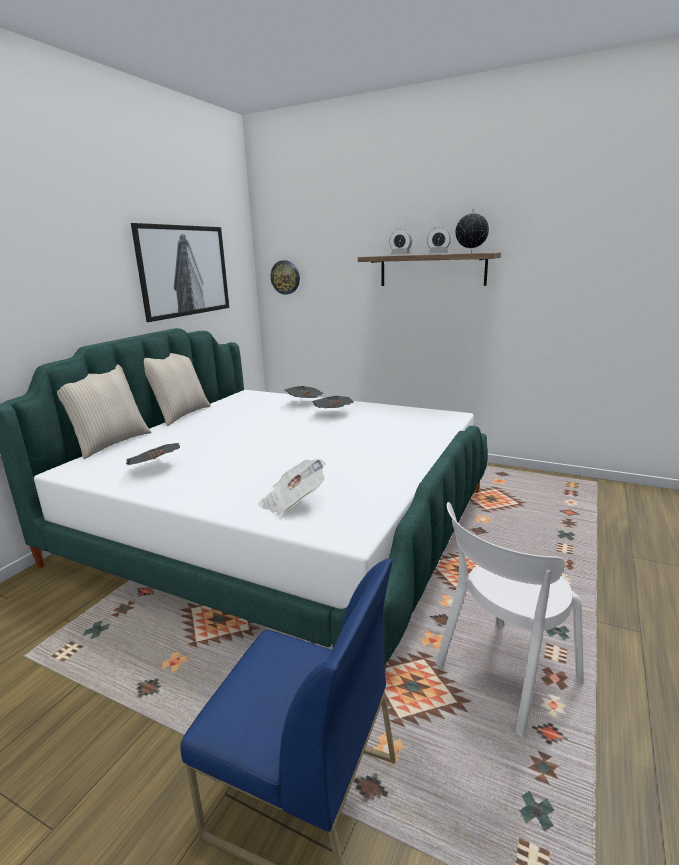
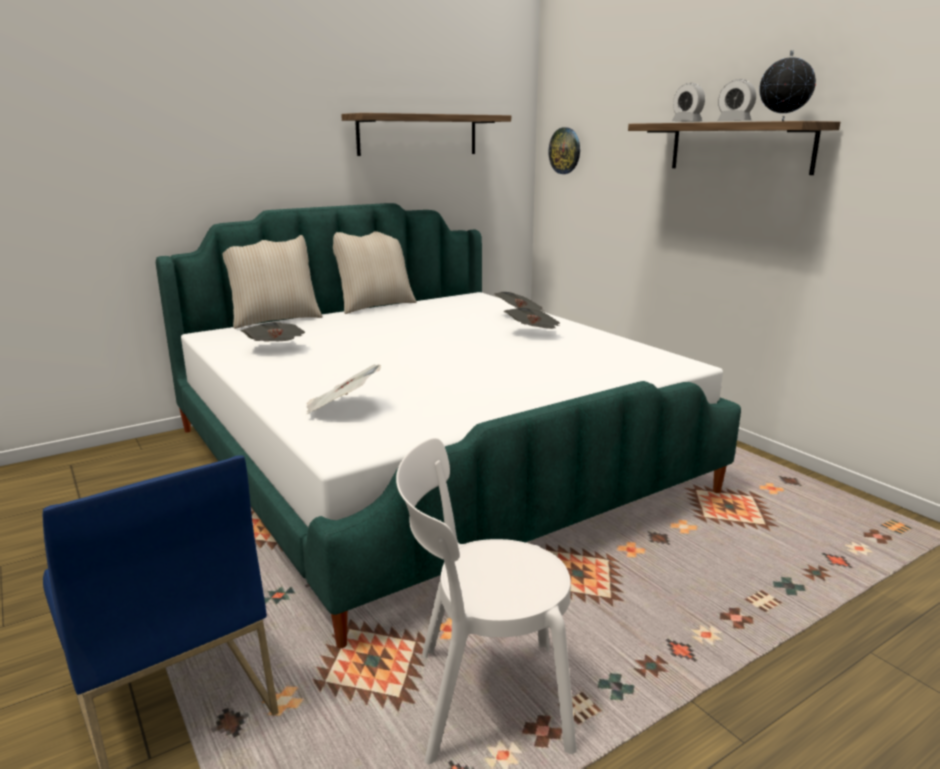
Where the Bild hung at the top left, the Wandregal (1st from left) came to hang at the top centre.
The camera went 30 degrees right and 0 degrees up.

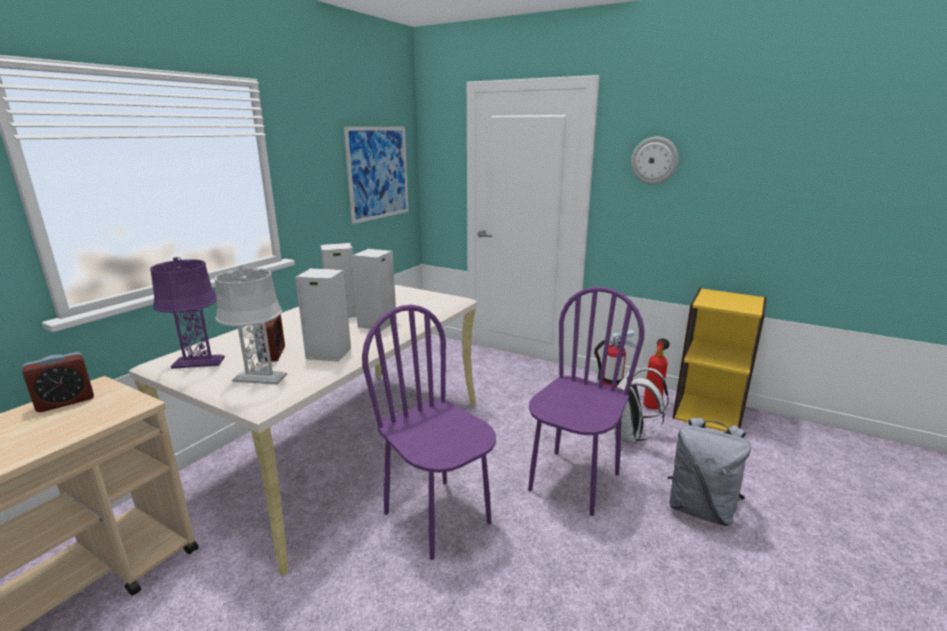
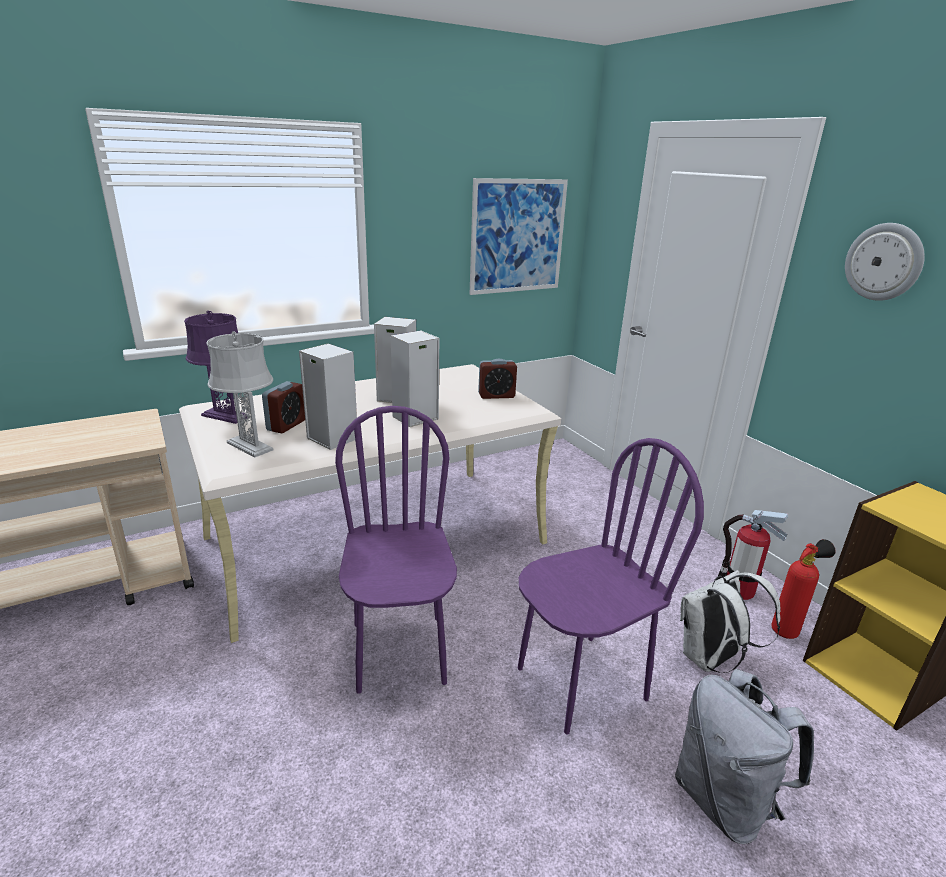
The Wecker (1st from left in the first image) ended up elsewhere, having gone from the middle left to the centre.
The camera went 30 degrees right and 5 degrees up.

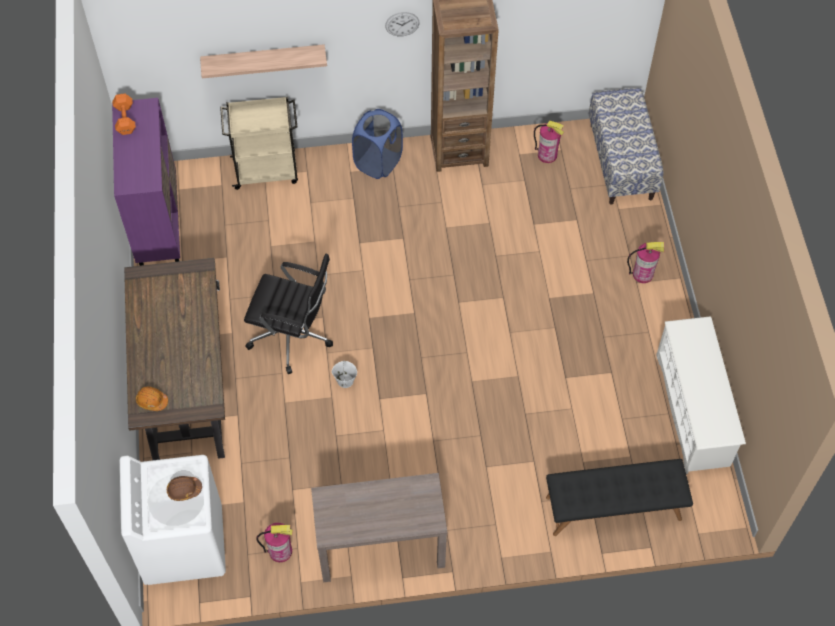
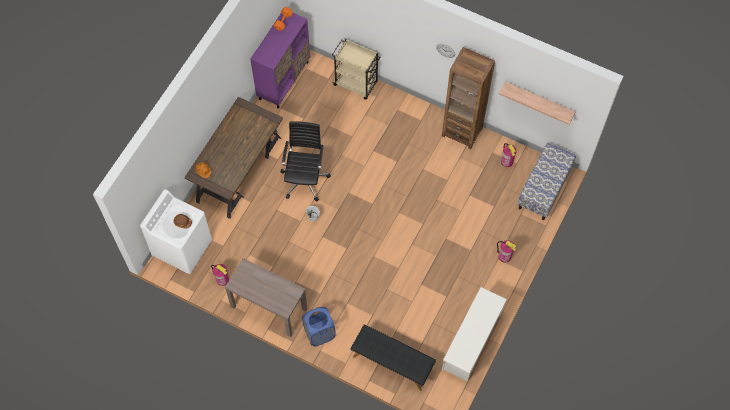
The Wandregal ended up elsewhere, having gone from the top left to the top right.
The Wäschekorb (blau) ended up elsewhere, having gone from the top centre to the bottom centre.
The Bürostuhl (schwarz) at the centre ended up facing another way, 135 degrees counterclockwise from before.
The camera went 35 degrees right and 5 degrees up.

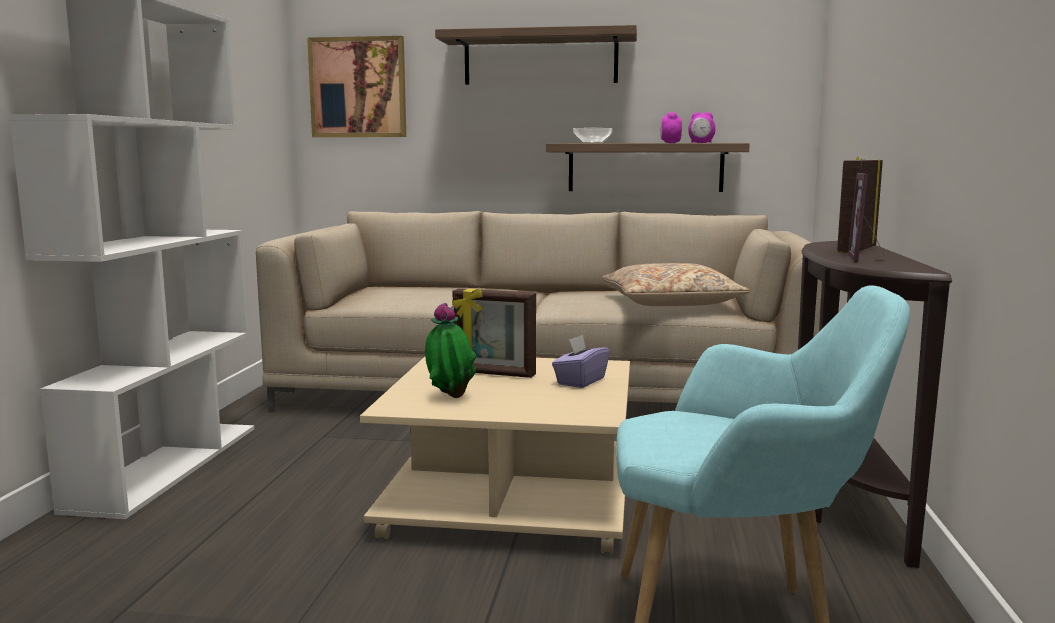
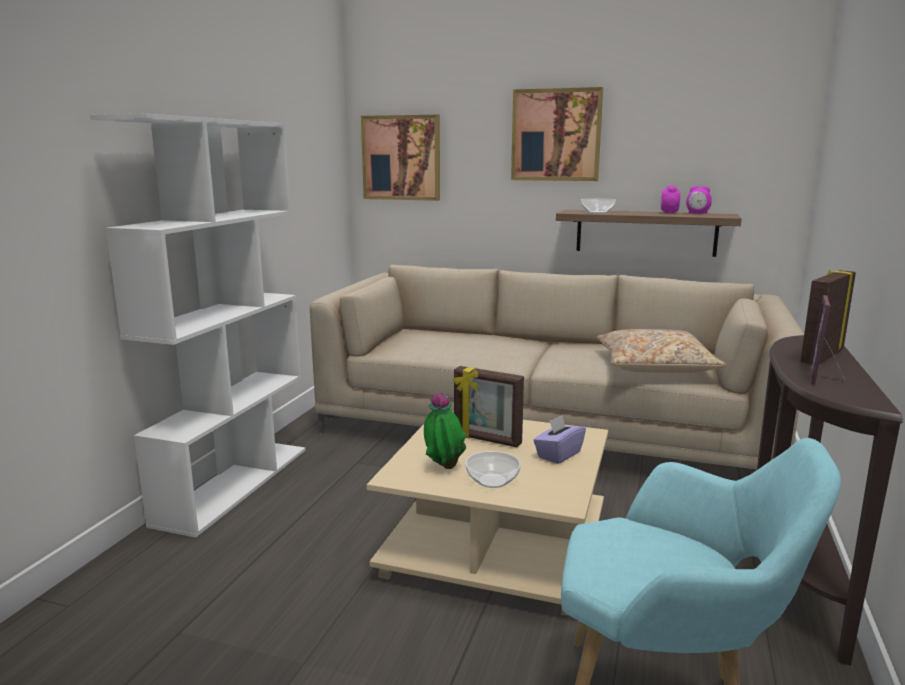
Where the Wandregal (1st from left) hung at the top centre, the Bild (2nd from left) came to hang at the top centre.
The second view gained the Schüssel (1st from left) at the bottom centre.
The camera went 10 degrees right and 5 degrees up.

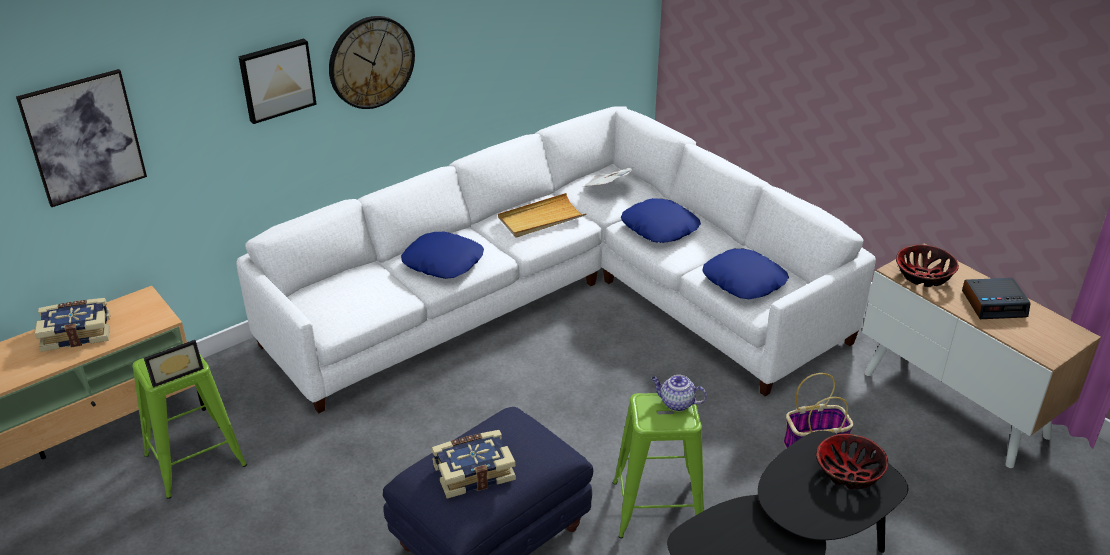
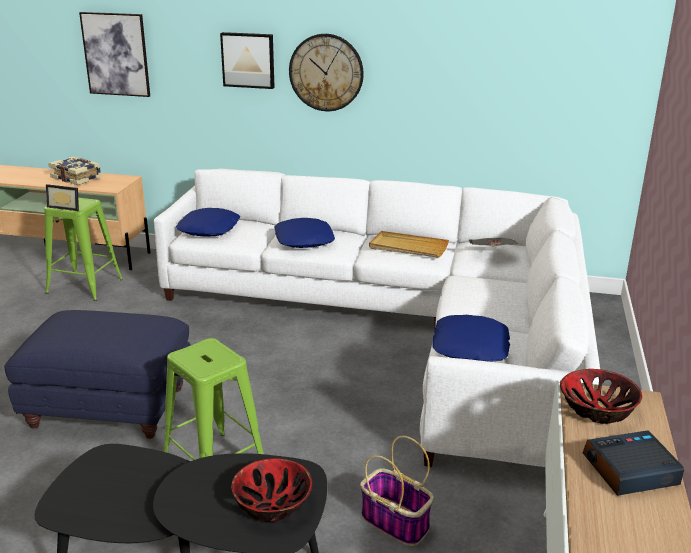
The Kissen (blau) (2nd from left in the first image) ended up elsewhere, having gone from the centre to the middle left.
The Wecker at the middle right ended up facing another way, 120 degrees clockwise from before.
The second view lost the Teekanne at the bottom centre.
The second view lost the Buch (2nd from left) at the bottom centre.
The camera went 50 degrees right and 10 degrees down.

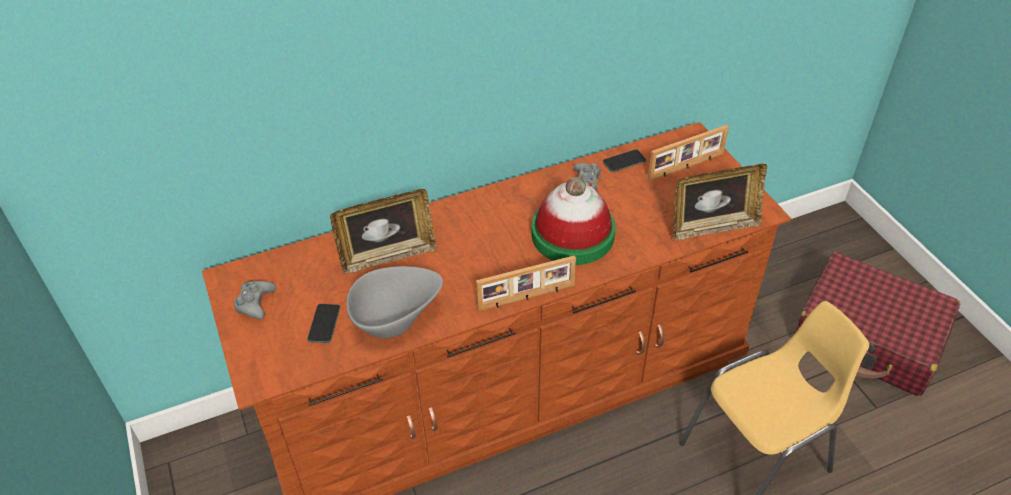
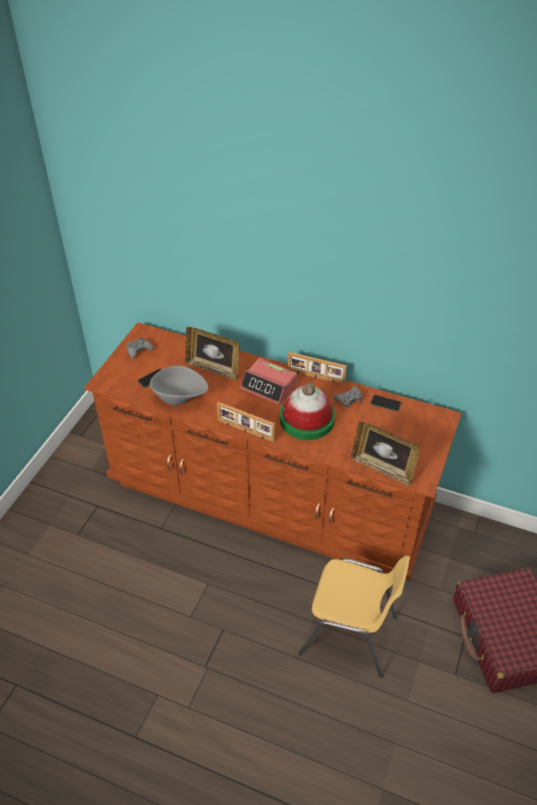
The Bilderrahmen (3rd from left) ended up elsewhere, having gone from the top right to the centre.
The second view gained the Wecker at the centre.
The camera went 45 degrees right and 0 degrees up.

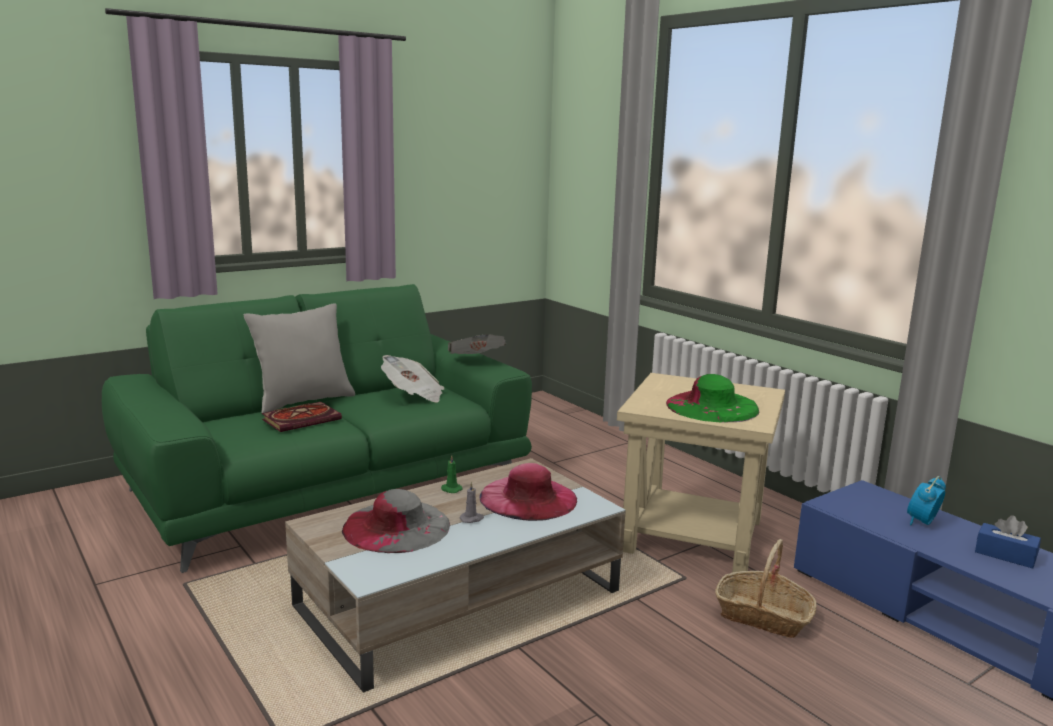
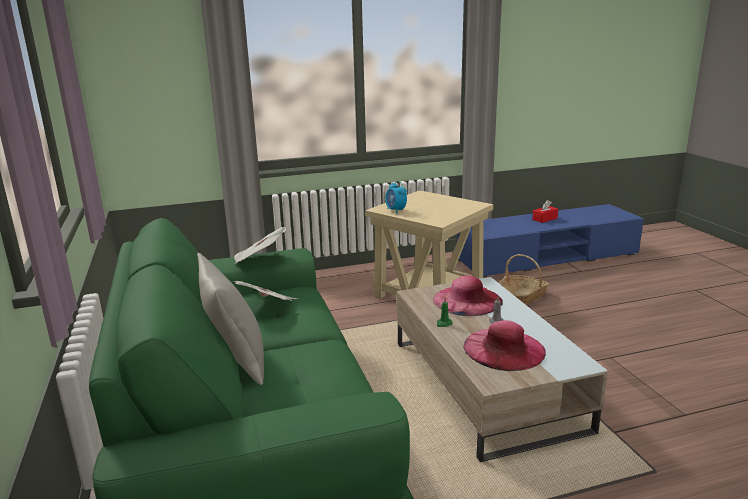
The second view lost the Hut (grün) at the middle right.
The second view lost the Buch at the middle left.
The Wecker ended up elsewhere, having gone from the bottom right to the centre.
What was the Hut (grau) at the bottom centre turned into the Hut (rosa) (2nd from left) at the bottom right.
What was the Taschentuchbox (blau) at the bottom right turned into the Taschentuchbox (rot) at the middle right.
The camera went 70 degrees left and 5 degrees up.

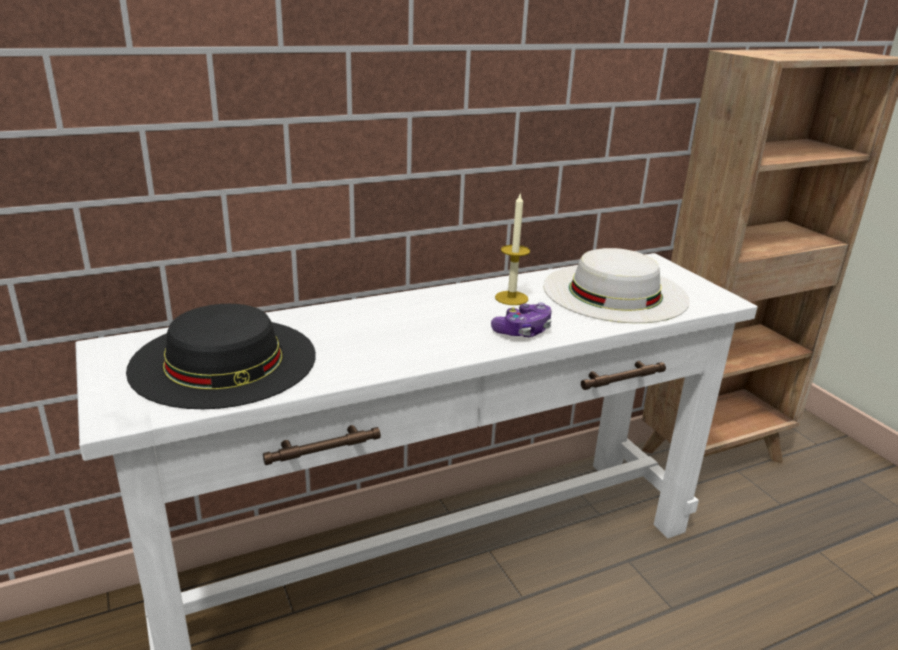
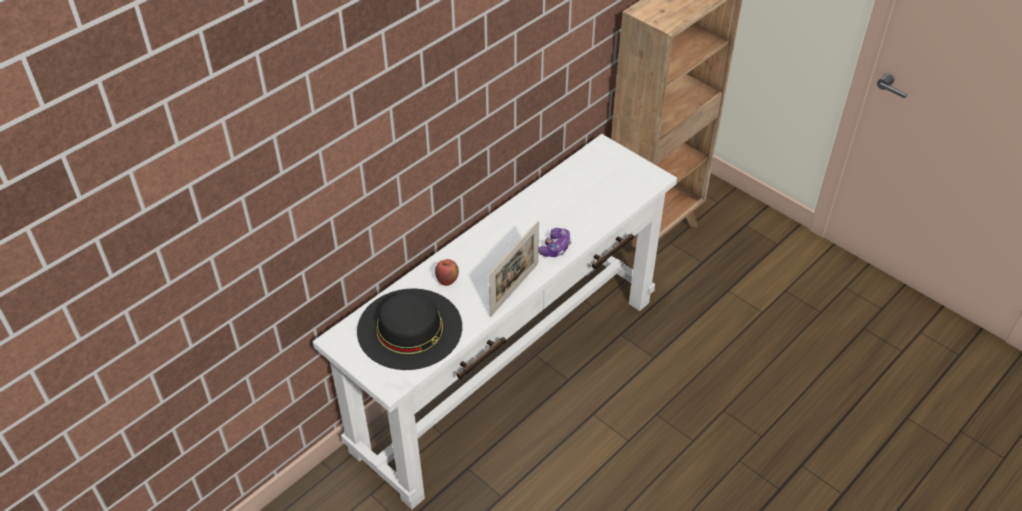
The second view lost the Kerze at the centre.
The second view lost the Hut (weiß) at the middle right.
The second view gained the Bilderrahmen at the centre.
The second view gained the Apfel at the centre.
The camera went 20 degrees left and 20 degrees up.

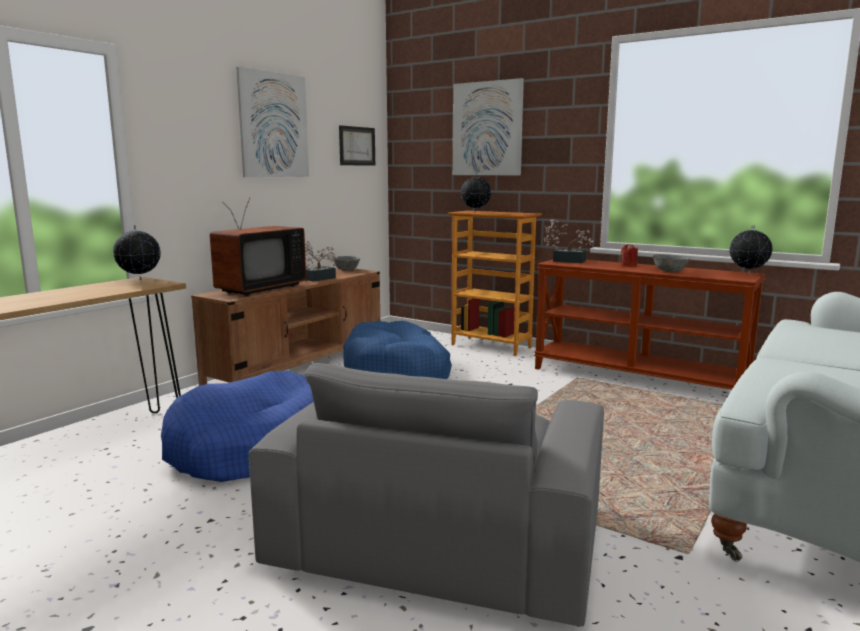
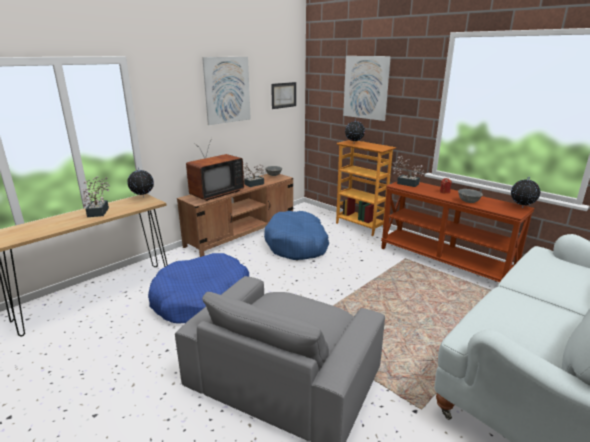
The second view gained the Topfpflanze (1st from left) at the middle left.
The camera went 10 degrees right and 10 degrees up.

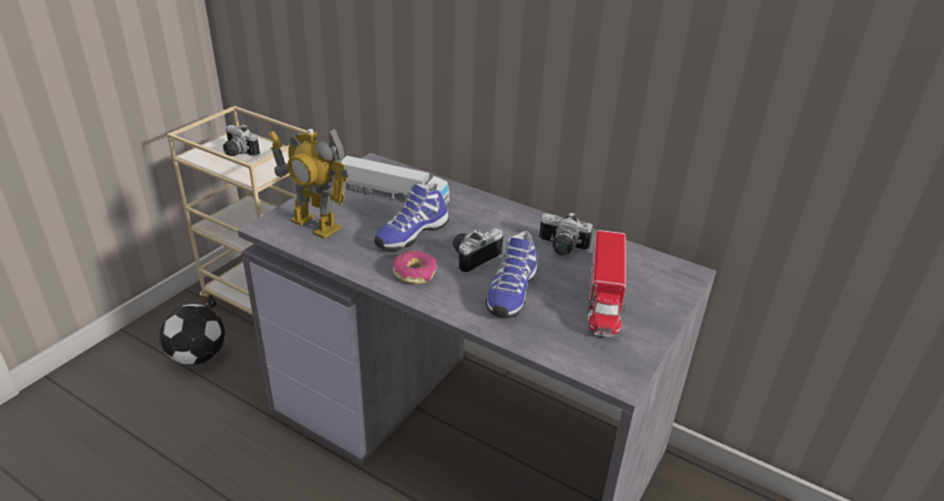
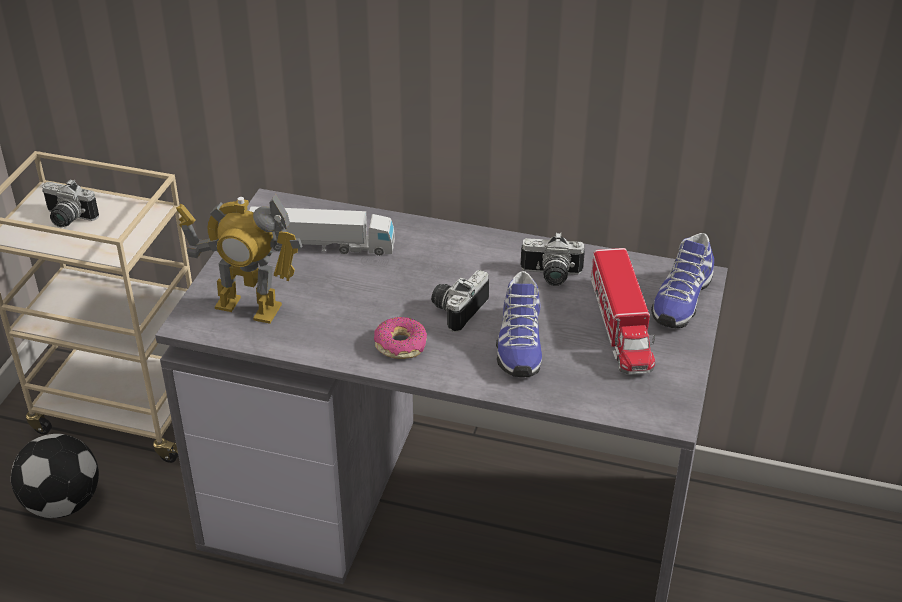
The Schuh (1st from left in the first image) ended up elsewhere, having gone from the centre to the middle right.
The camera went 15 degrees left and 5 degrees up.

